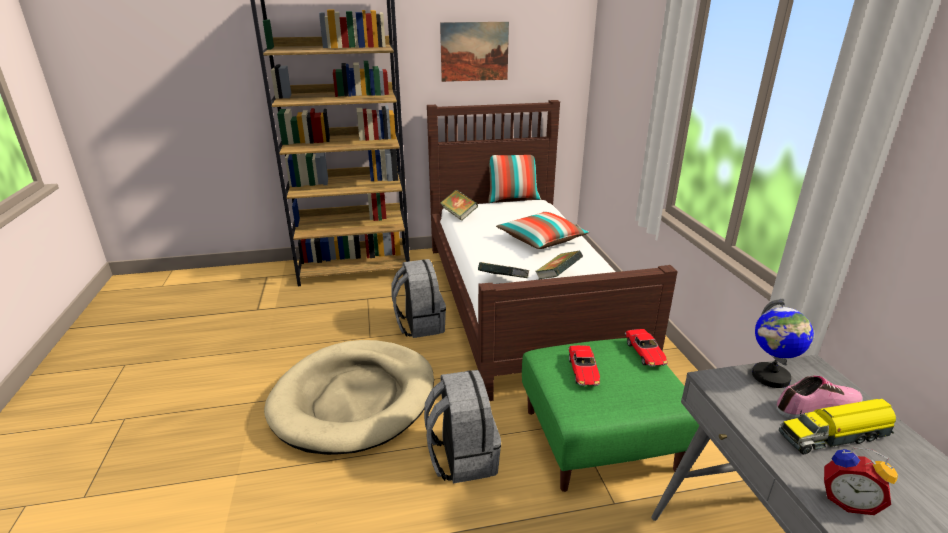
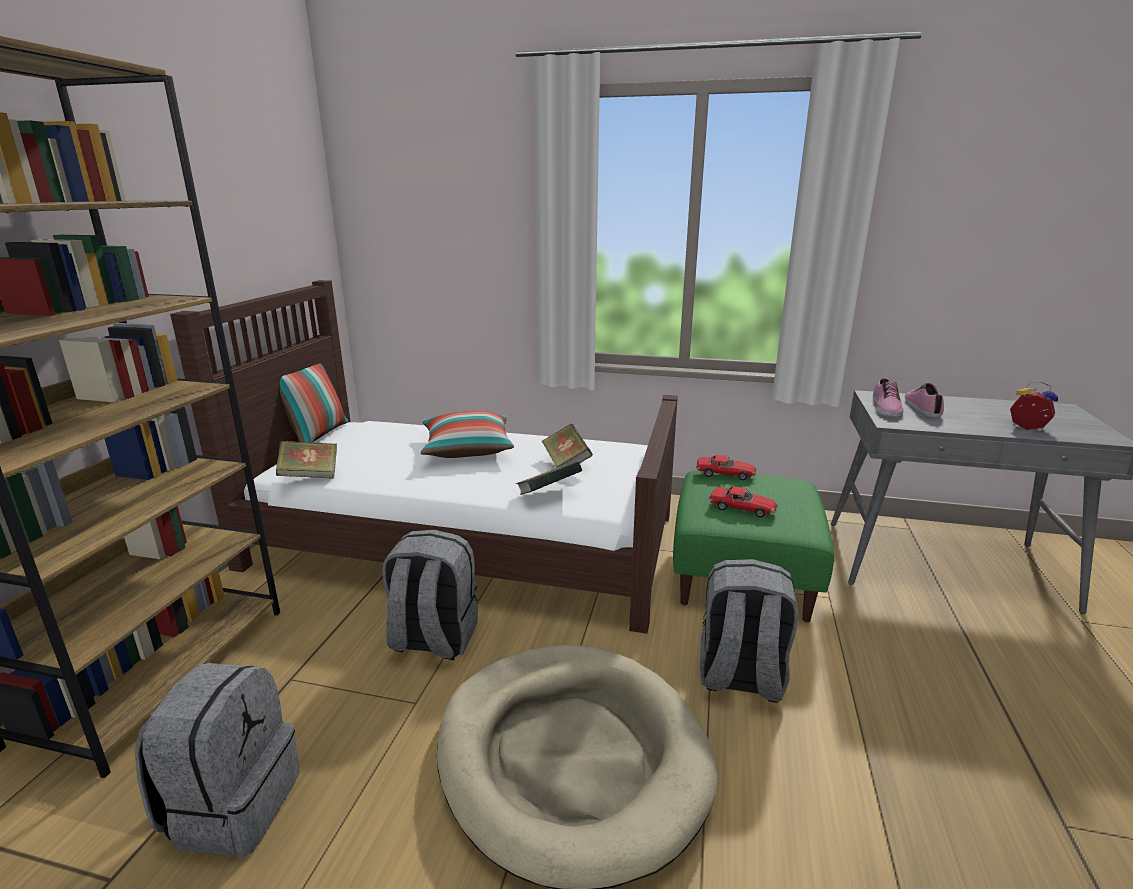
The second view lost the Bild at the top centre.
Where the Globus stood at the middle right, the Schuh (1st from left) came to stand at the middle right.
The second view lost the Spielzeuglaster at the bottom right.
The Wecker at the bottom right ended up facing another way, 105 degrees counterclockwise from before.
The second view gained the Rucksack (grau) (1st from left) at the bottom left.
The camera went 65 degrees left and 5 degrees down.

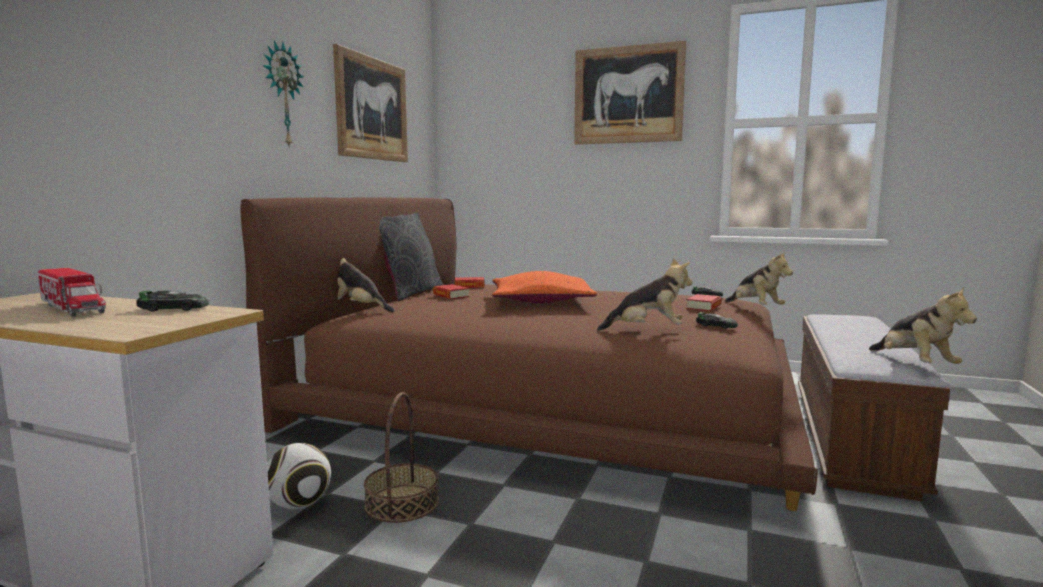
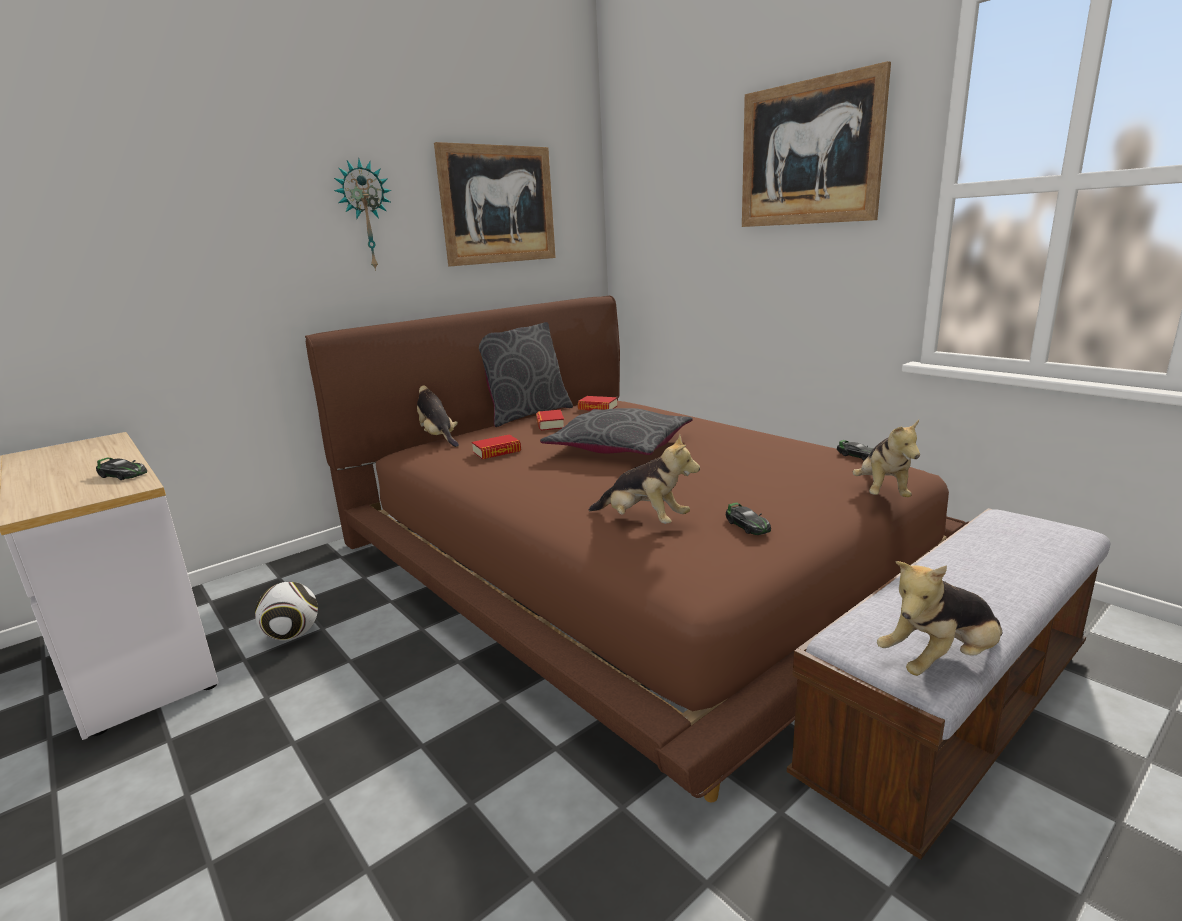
The second view lost the Spielzeuglaster at the middle left.
What was the Kissen (orange) at the centre turned into the Kissen (grau) (2nd from left) at the centre.
The Plüschtier (4th from left) at the middle right ended up facing another way, 45 degrees clockwise from before.
The Buch (3rd from left in the first image) ended up elsewhere, having gone from the middle right to the centre.
The second view lost the Korb at the bottom centre.
The camera went 30 degrees right and 10 degrees up.

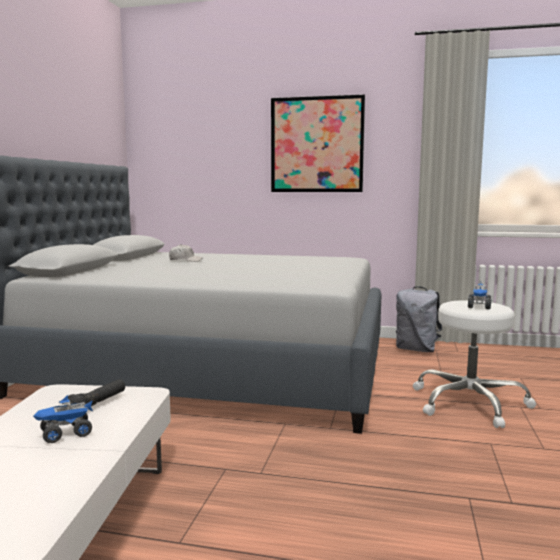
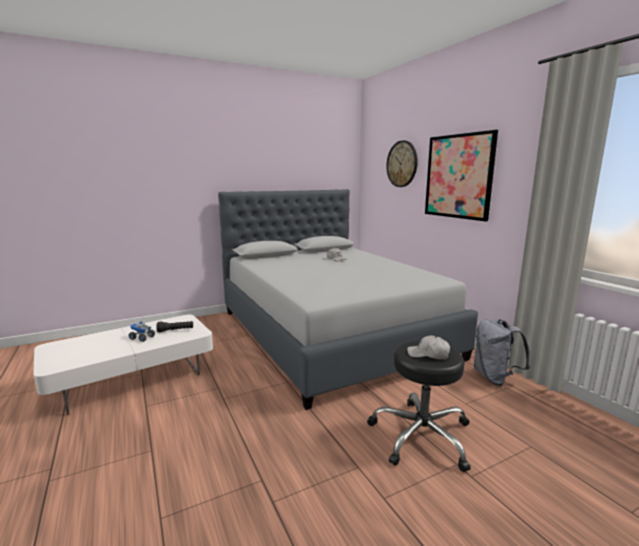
Where the Spielzeuglaster (2nd from left) stood at the middle right, the Kappe (weiß) (2nd from left) came to stand at the middle right.
What was the Hocker (weiß) at the middle right turned into the Hocker (schwarz) at the bottom centre.
The second view gained the Wanduhr at the top centre.
The camera went 50 degrees right and 5 degrees up.

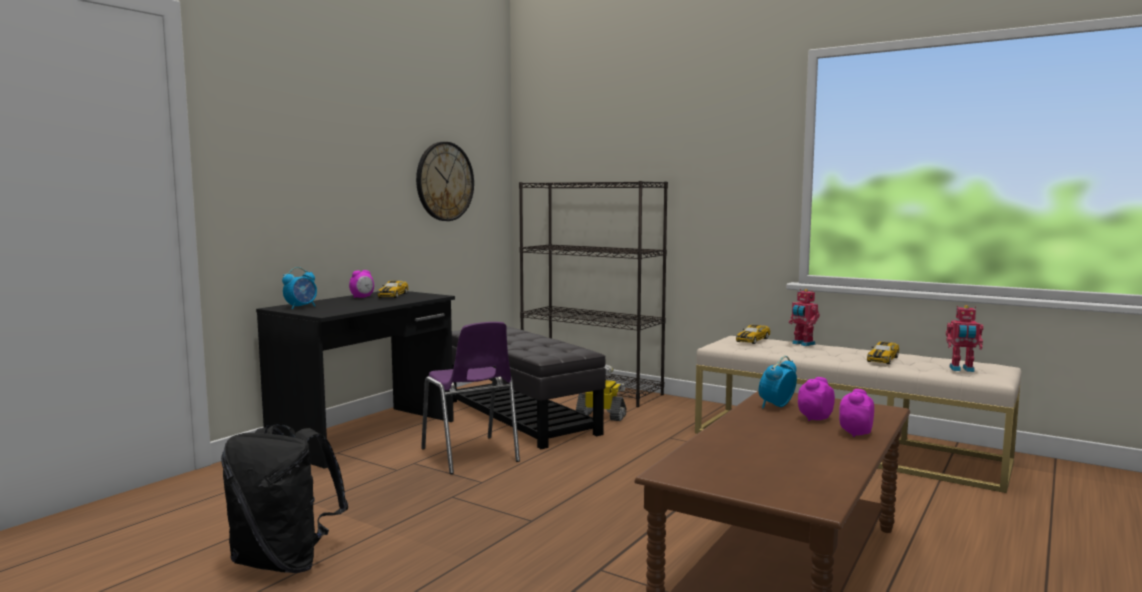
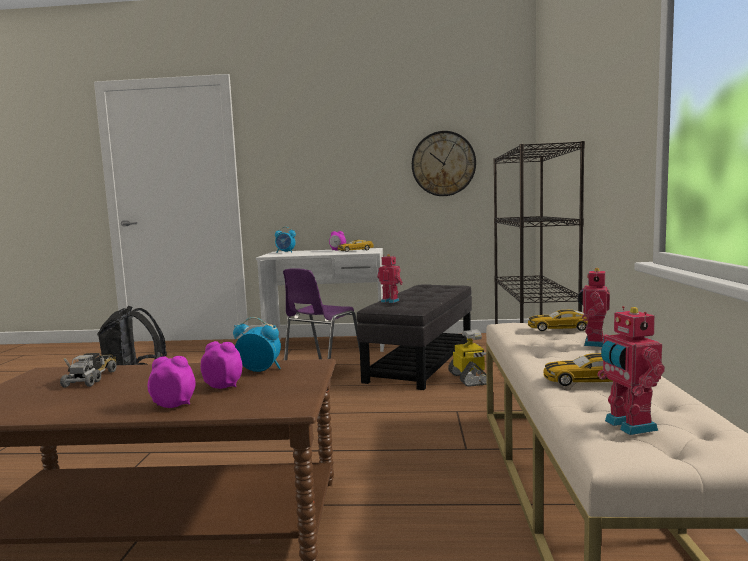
What was the Schreibtisch (schwarz) at the middle left turned into the Schreibtisch (weiß) at the centre.
The second view gained the Spielzeugroboter (1st from left) at the centre.
The second view gained the Spielzeuglaster at the middle left.
The camera went 60 degrees right and 0 degrees up.

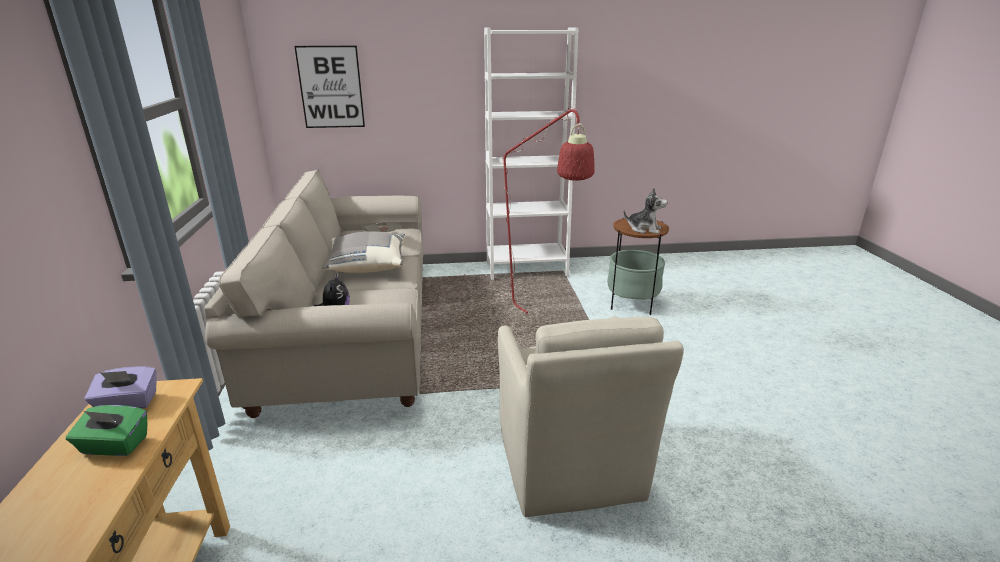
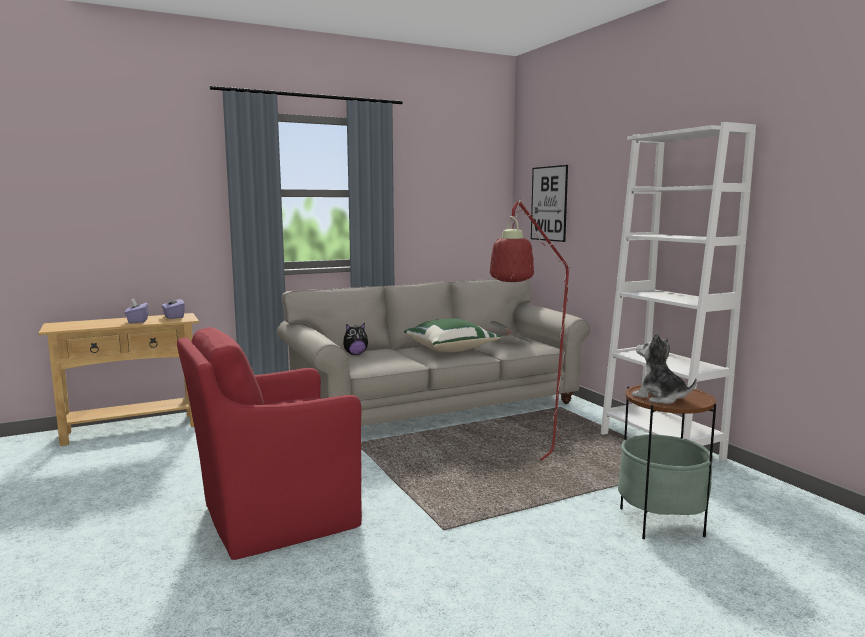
The Plüschtier (2nd from left) at the centre ended up facing another way, 135 degrees clockwise from before.
What was the Kissen (grau) at the centre turned into the Kissen (grün) at the centre.
What was the Sessel (beige) at the bottom centre turned into the Sessel (rot) at the bottom left.
What was the Taschentuchbox (grün) at the bottom left turned into the Taschentuchbox (lila) (1st from left) at the middle left.
The camera went 70 degrees right and 15 degrees down.

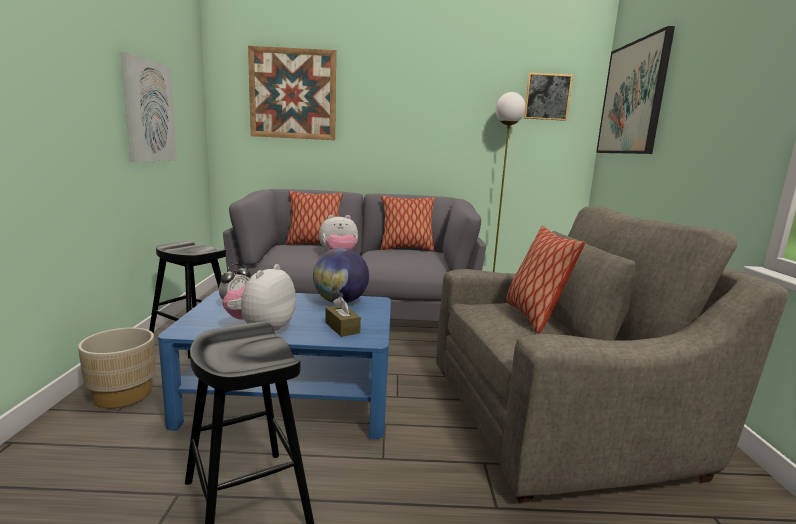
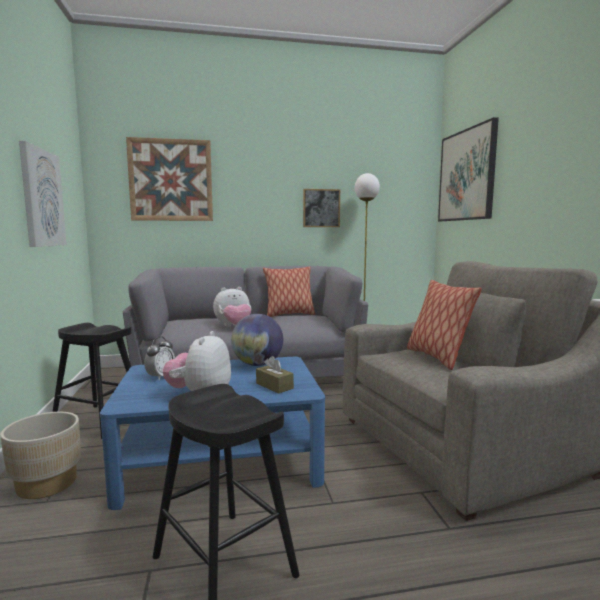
The Bild (3rd from left) ended up elsewhere, having gone from the top right to the centre.
The second view lost the Kissen (1st from left) at the centre.
The camera went 10 degrees left and 5 degrees down.

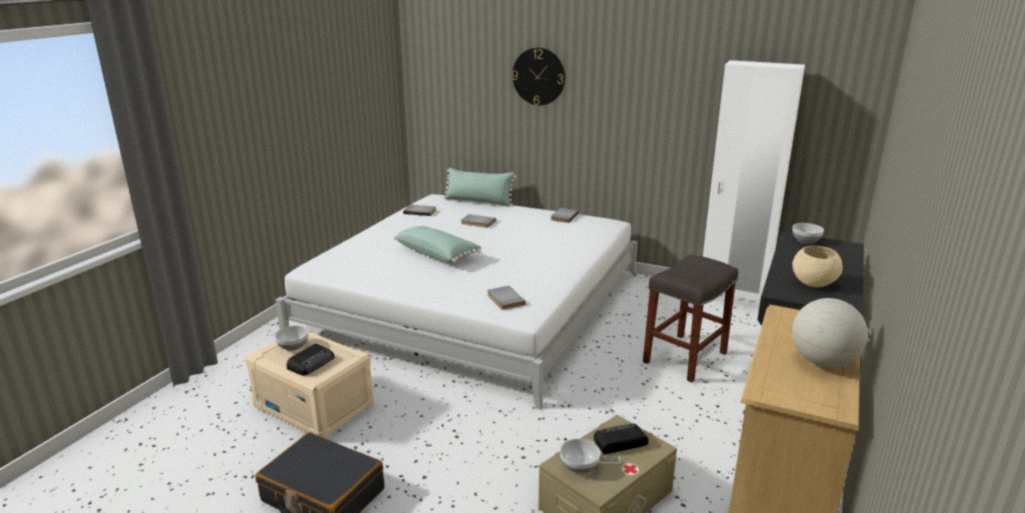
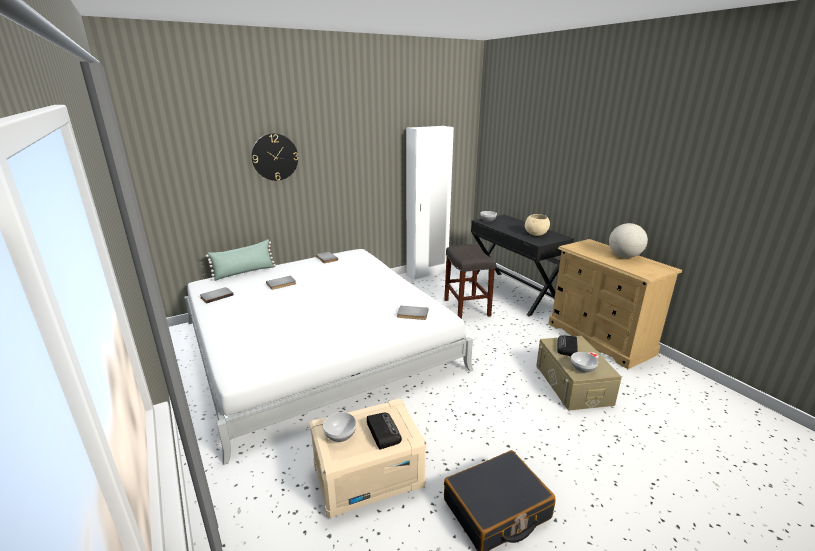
The second view lost the Kissen (grün) (1st from left) at the centre.
The camera went 55 degrees left and 0 degrees up.

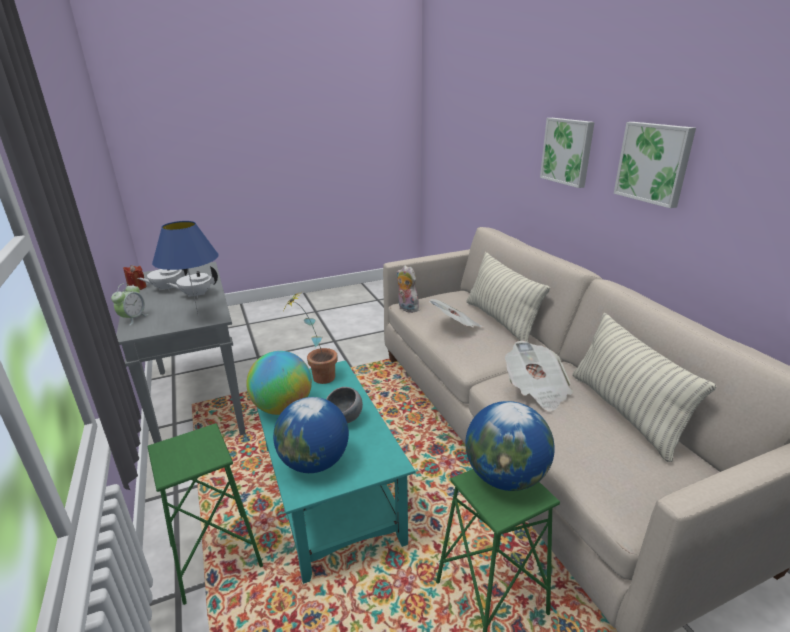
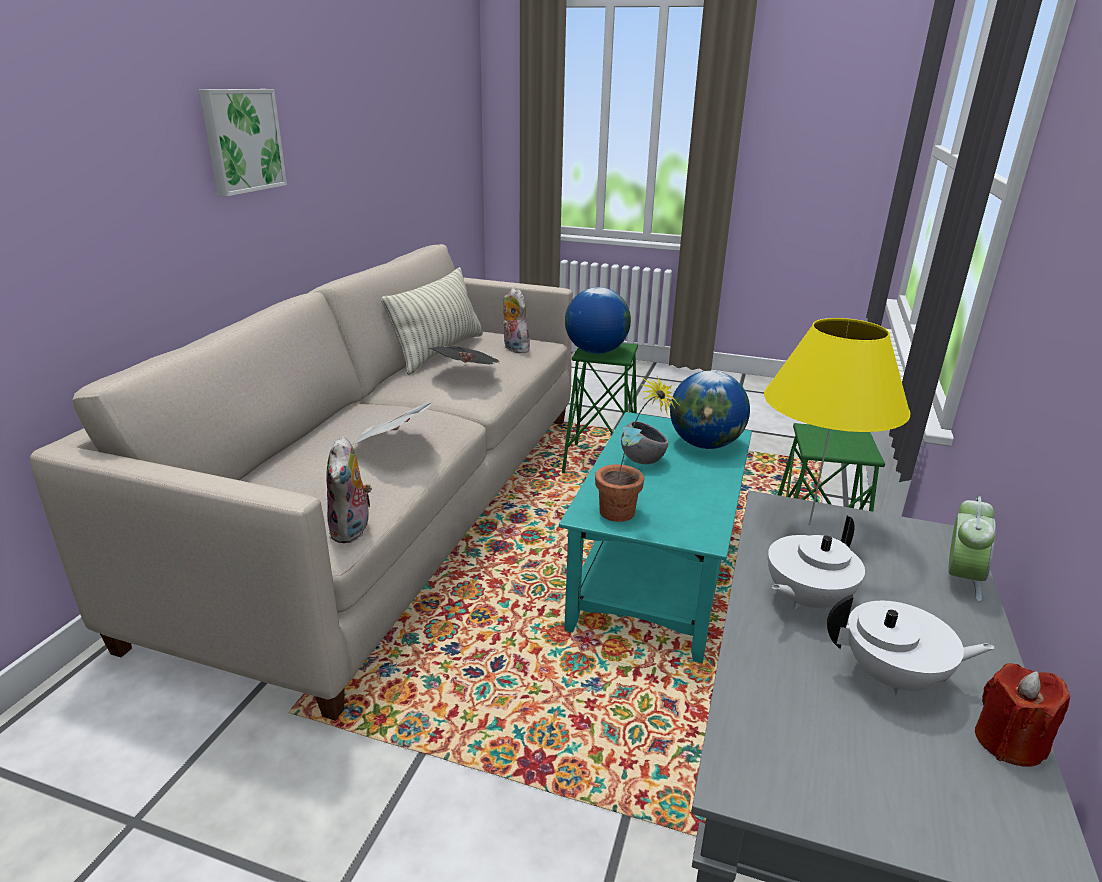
The second view lost the Bild (1st from left) at the top right.
What was the Tischlampe (blau) at the middle left turned into the Tischlampe (gelb) at the middle right.
The second view lost the Kissen (1st from left) at the centre.
The Teekanne (weiß) (2nd from left in the first image) at the middle left ended up facing another way, 120 degrees clockwise from before.
The Wecker at the middle left ended up facing another way, 150 degrees clockwise from before.
The second view lost the Globus (1st from left) at the centre.
The second view gained the Plüschtier (2nd from left) at the centre.
The camera went 140 degrees left and 0 degrees up.

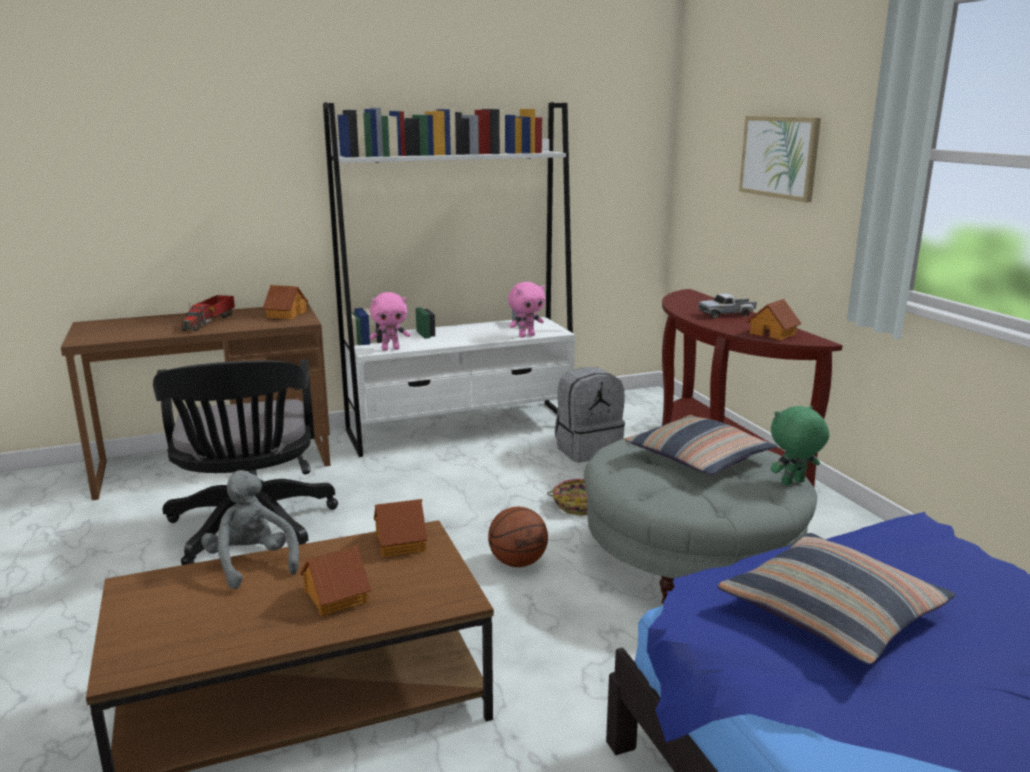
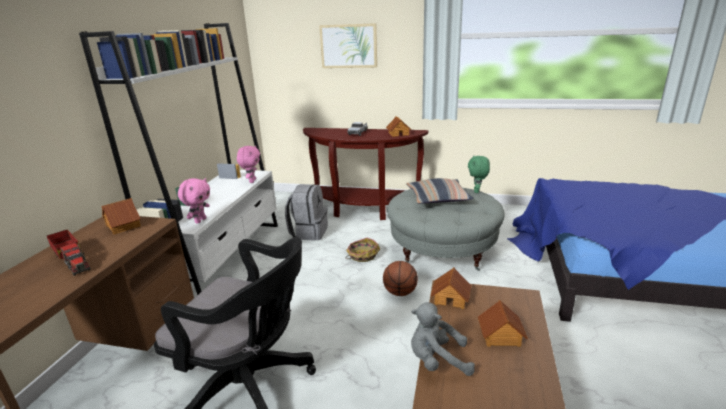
The second view lost the Kissen (2nd from left) at the bottom right.
The camera went 55 degrees left and 5 degrees up.

